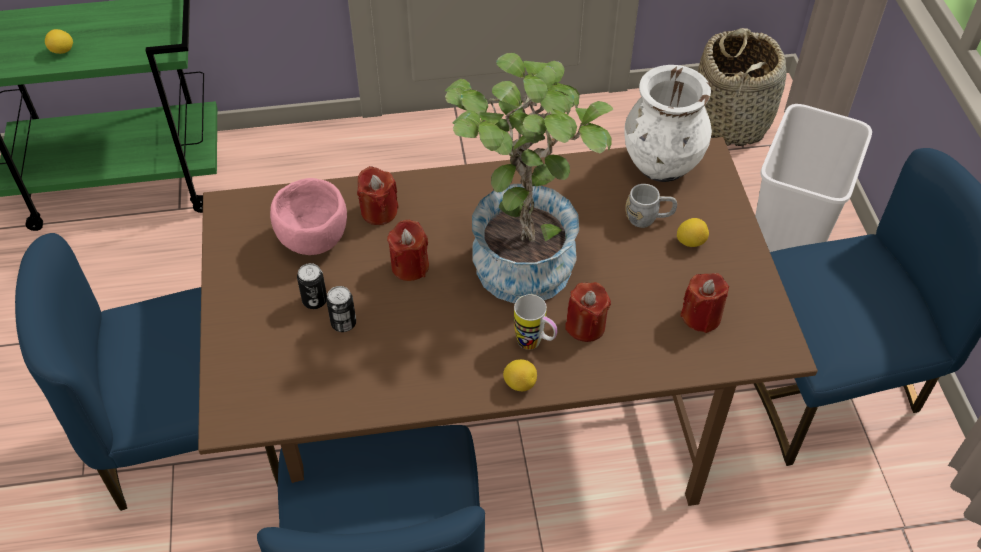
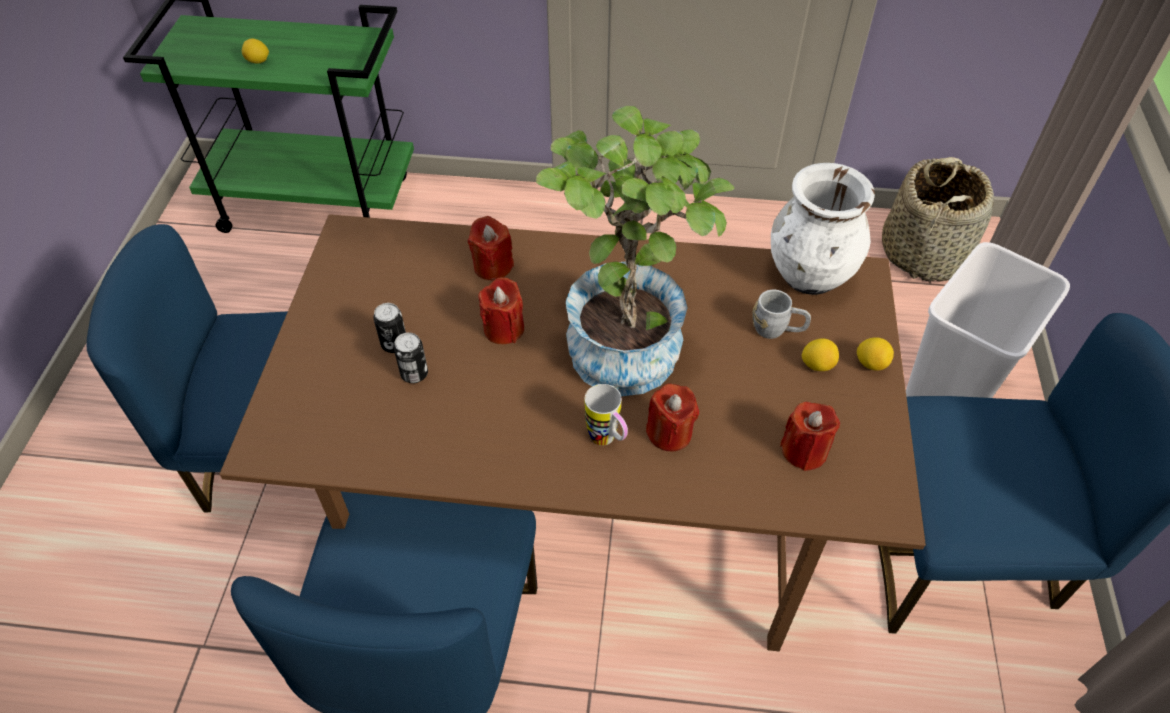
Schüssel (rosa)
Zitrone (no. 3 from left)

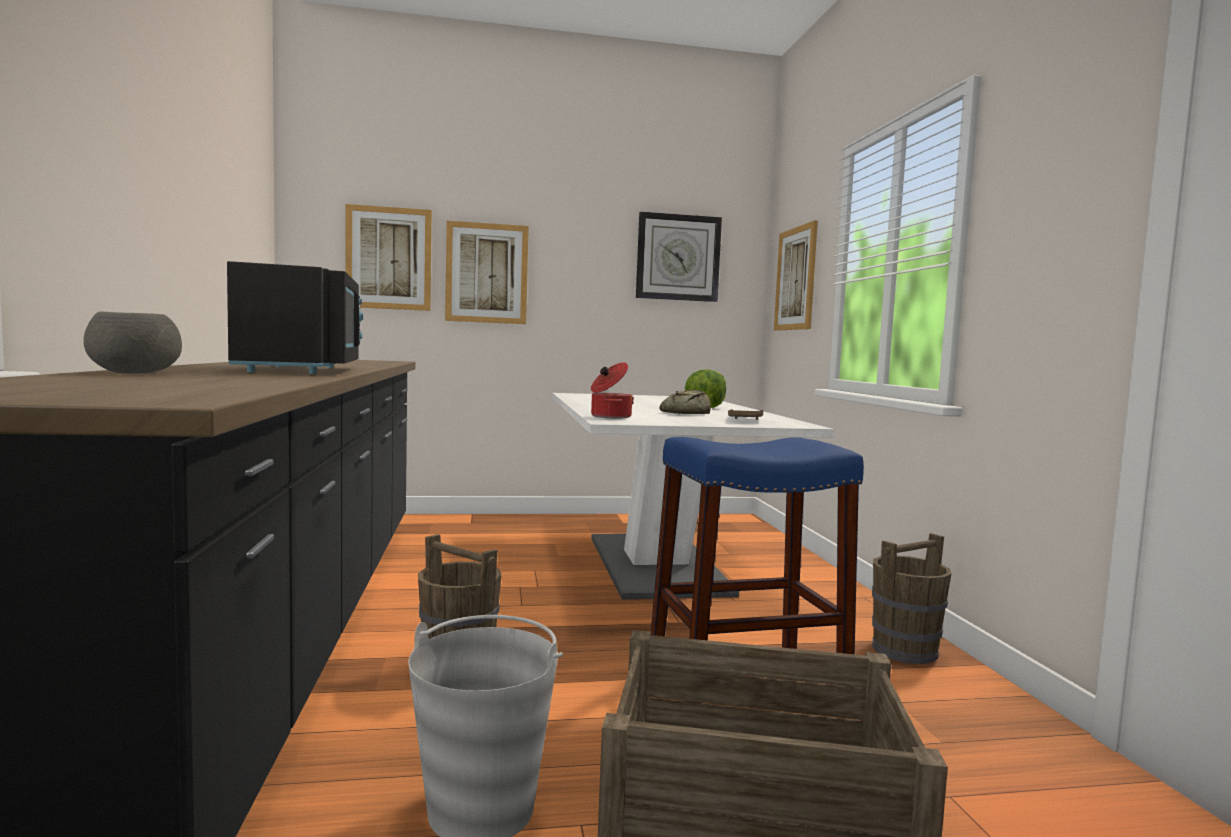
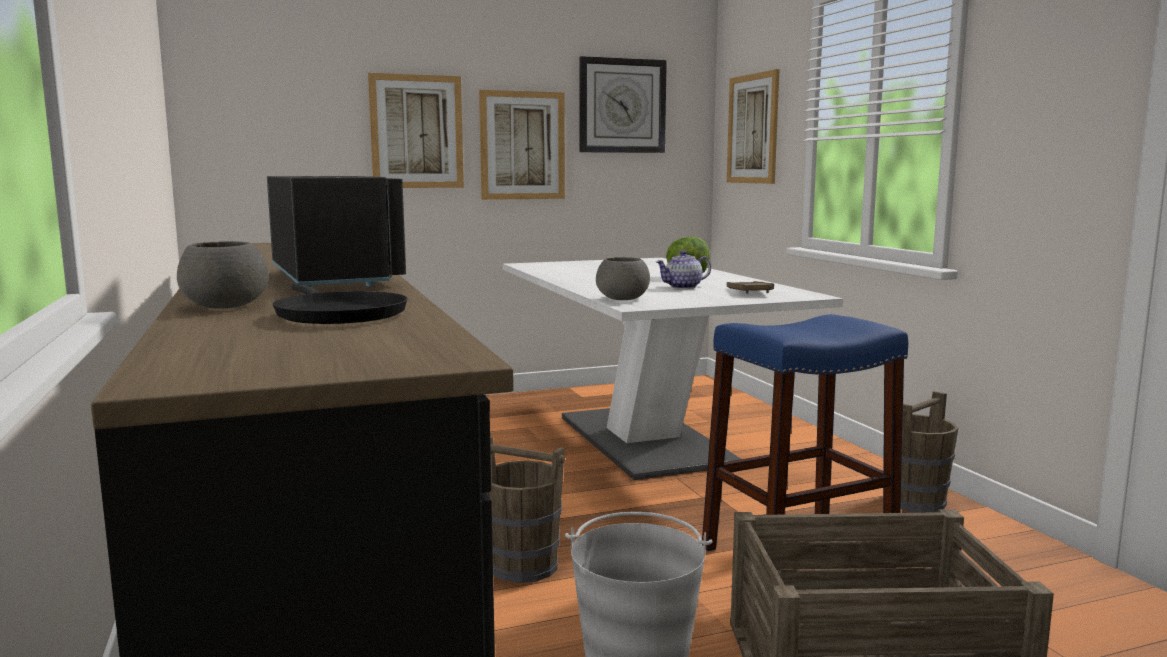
Bild (no. 2 from left)
Schüssel (grau) (no. 2 from left)
Teekanne
Pfanne (schwarz)

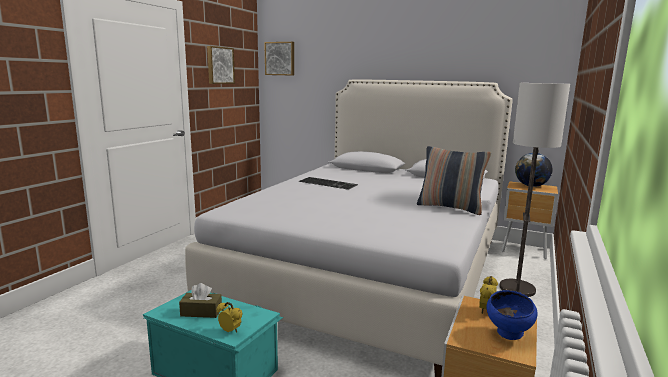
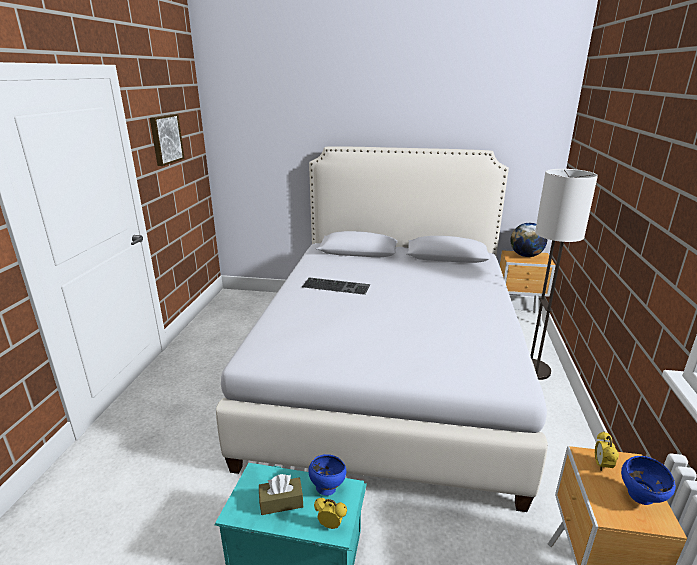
Bild (no. 2 from left in the first image)
Kissen
Schüssel (blau) (no. 1 from left)

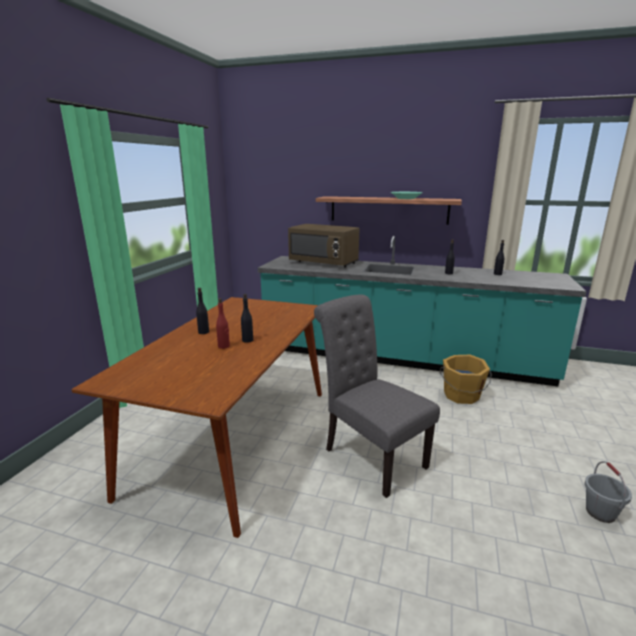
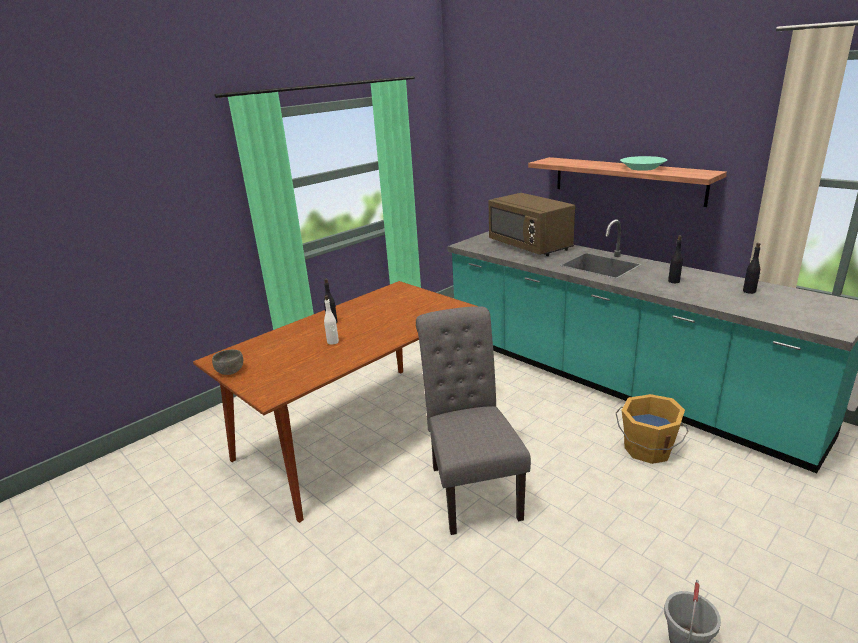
Flasche (weiß)
Flasche (schwarz) (no. 2 from left in the first image)
Schüssel (grau)

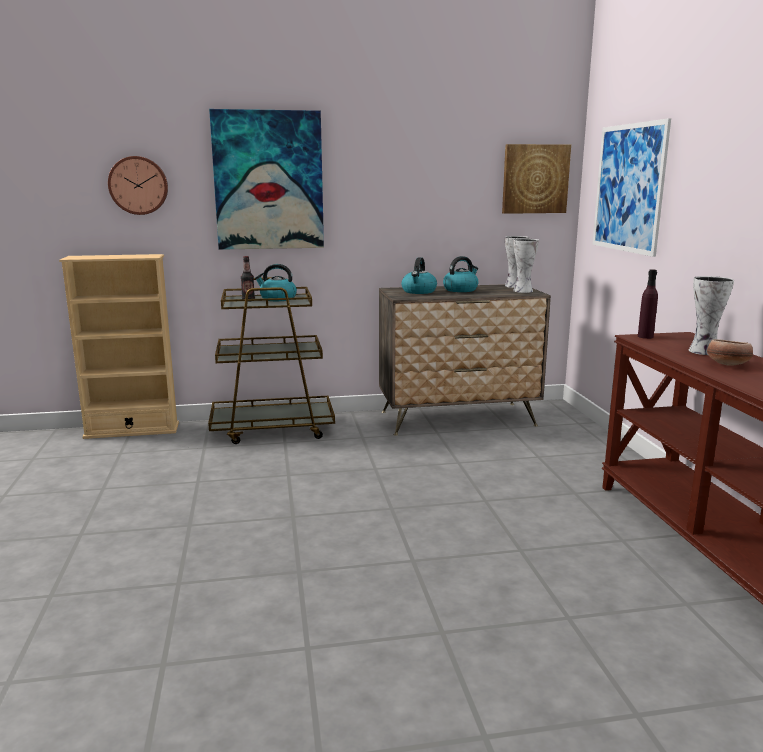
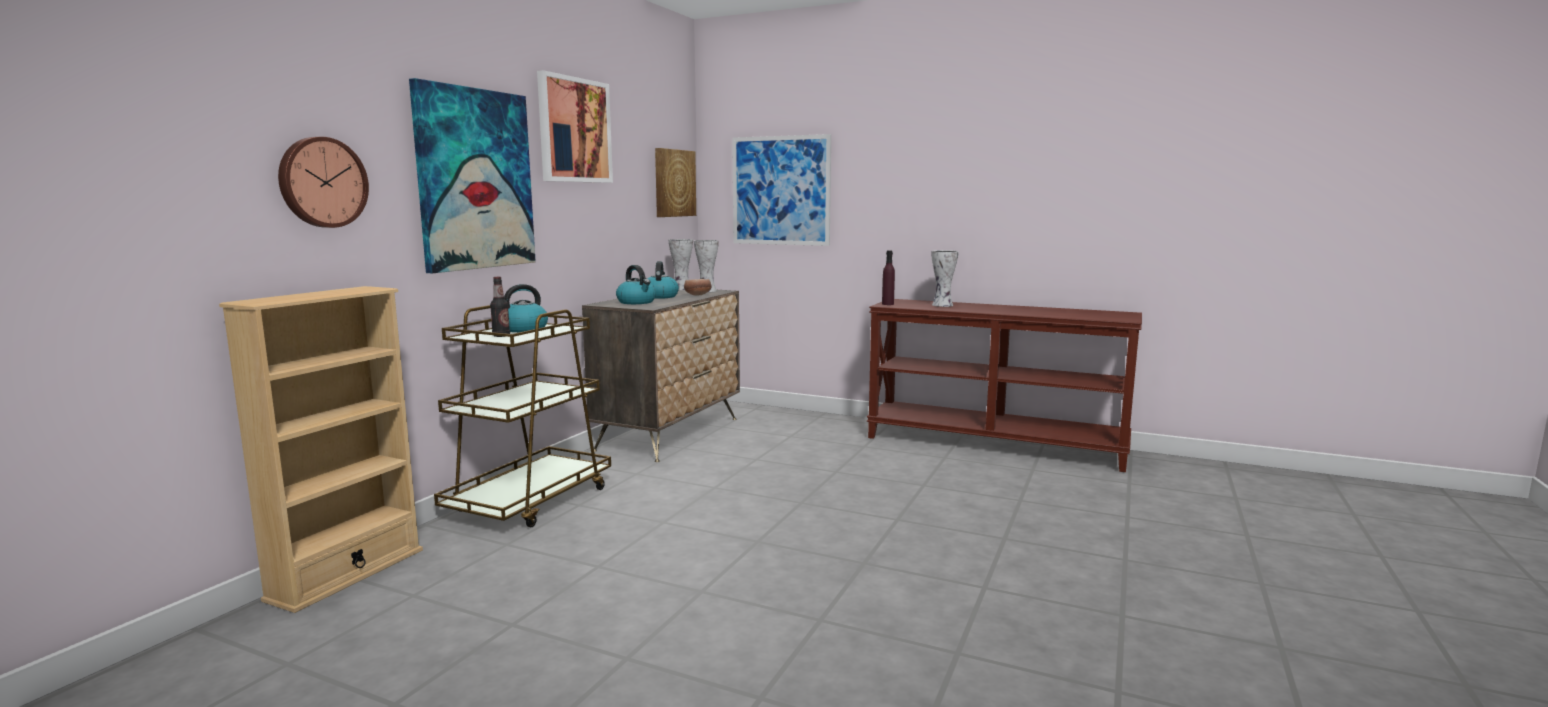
Schüssel
Bild (no. 2 from left)

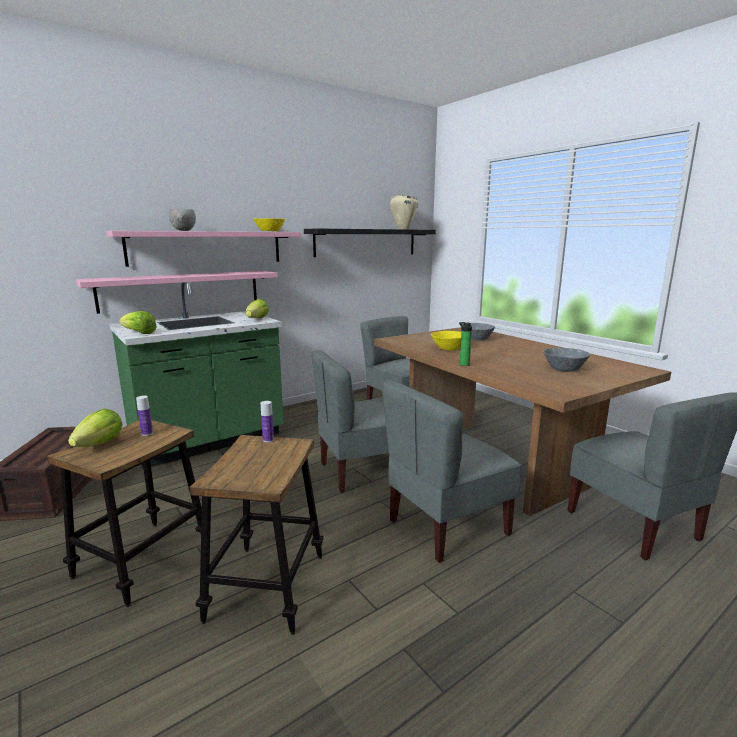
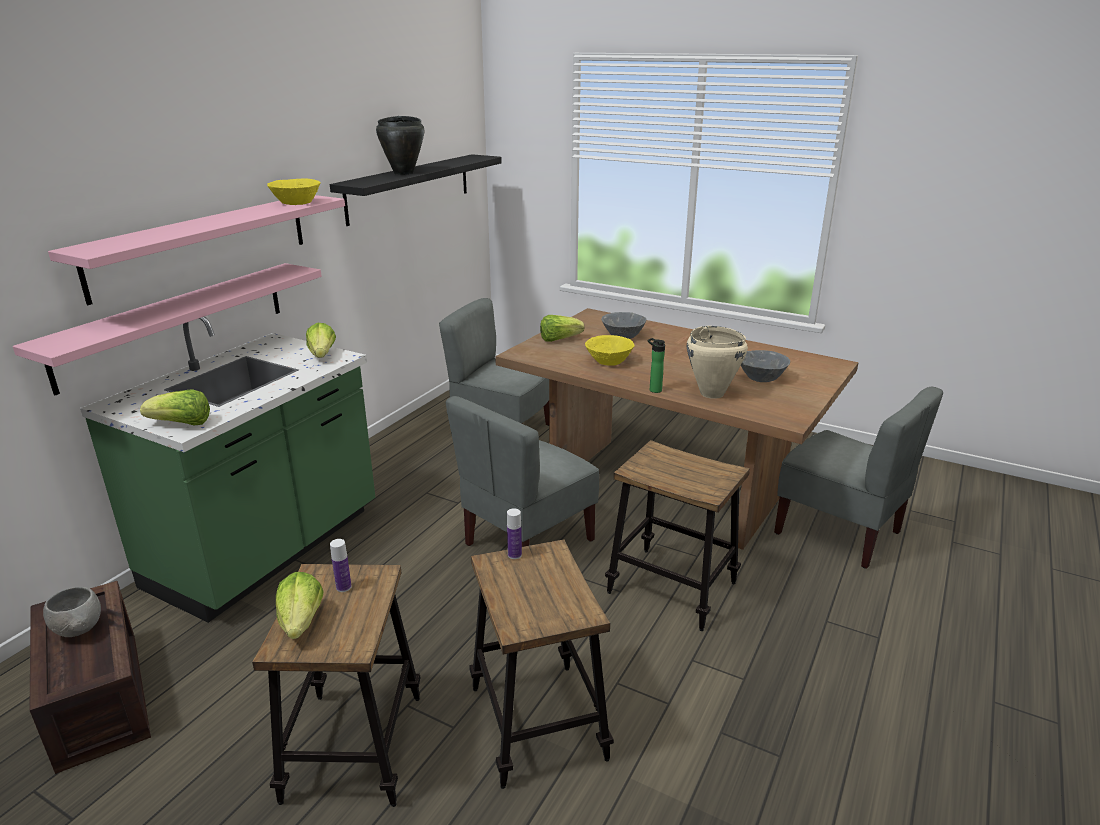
Schüssel (grau) (no. 1 from left)
Hocker (no. 3 from left)
Kochtopf (beige)
Kochtopf (schwarz)
Salatkopf (no. 4 from left)

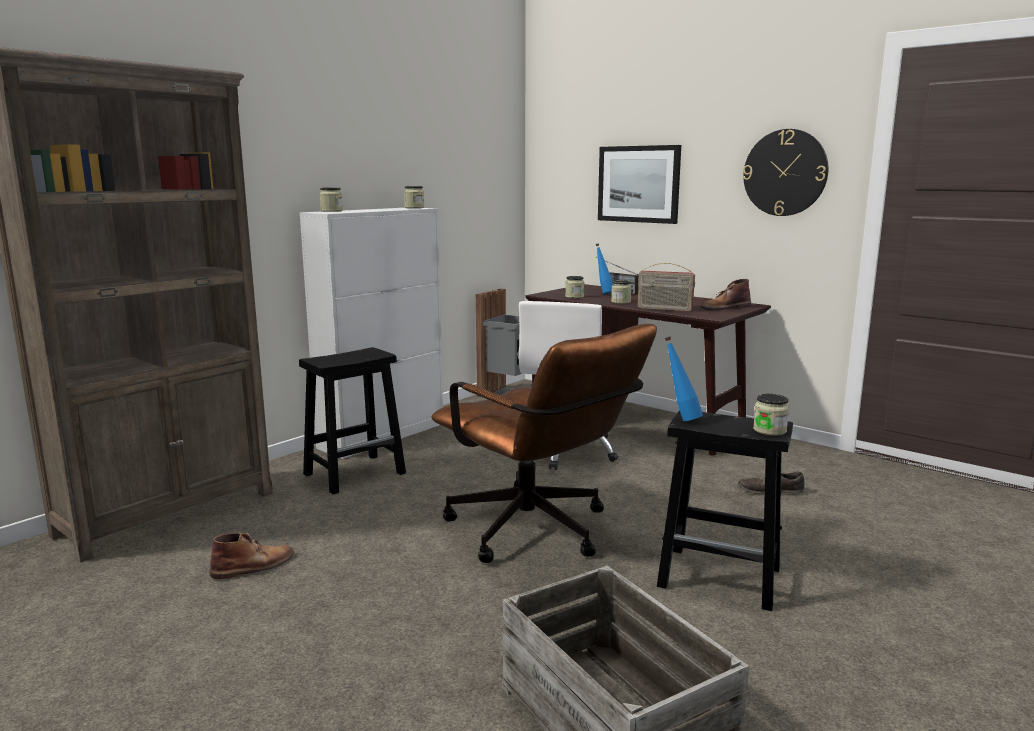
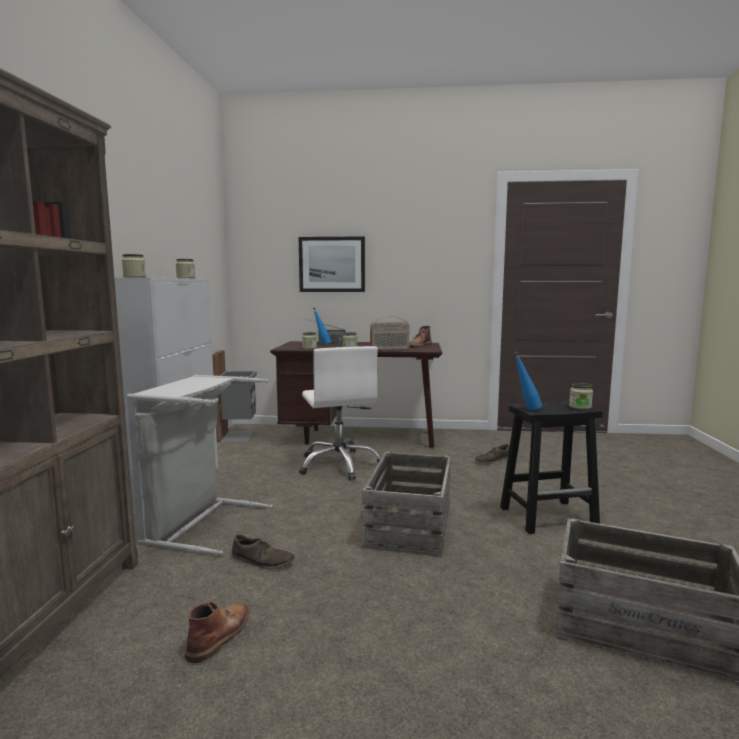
Wäschekorb (grau)
Kiste (no. 1 from left)
Wanduhr
Schuh (braun) (no. 1 from left)

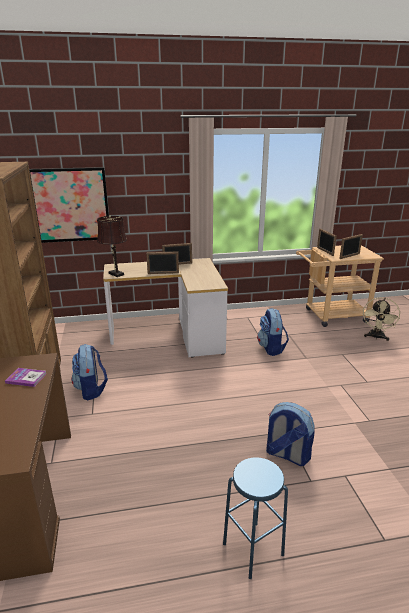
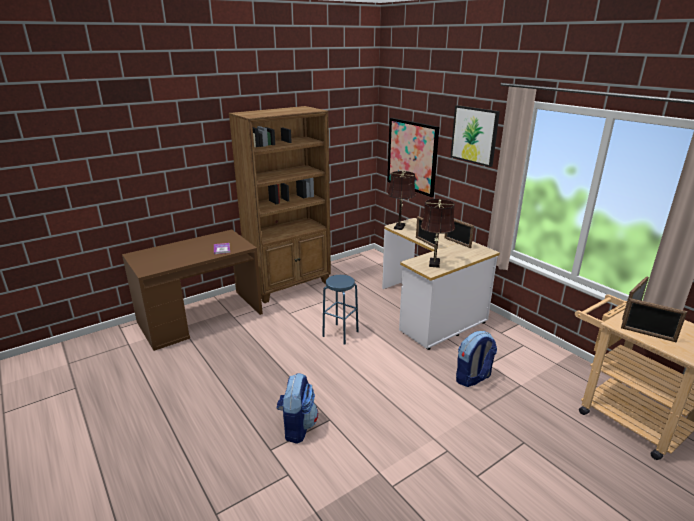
Rucksack (no. 1 from left in the first image)
Hocker (blau)
Ventilator (beige)
Tischlampe (braun) (no. 2 from left)
Bild (no. 2 from left)

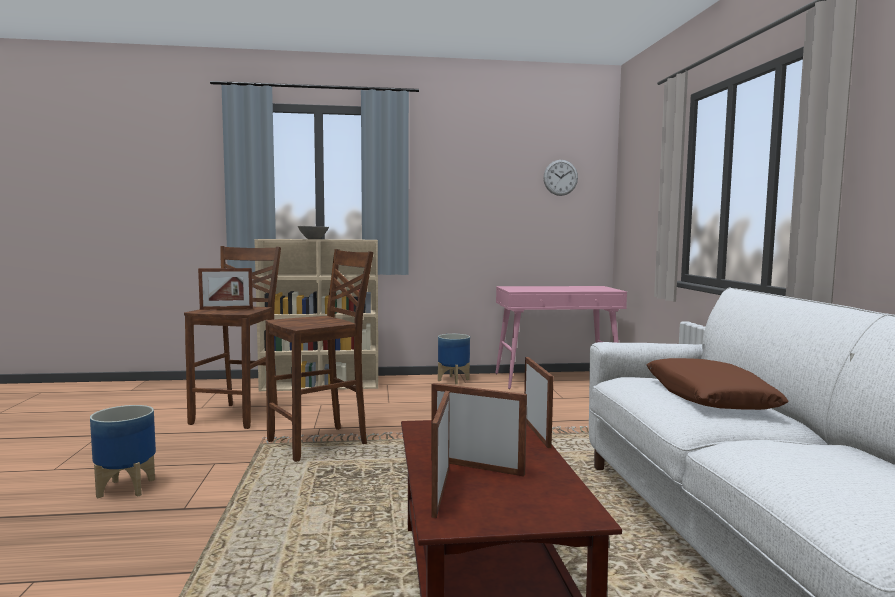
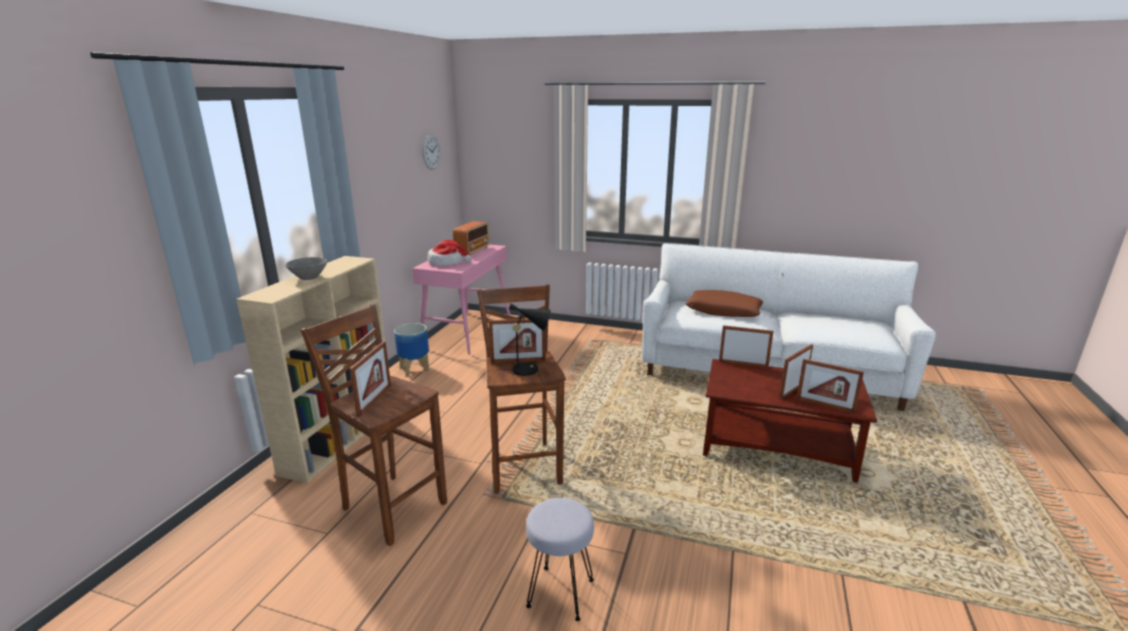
Hocker (grau)
Hut
Radio
Bilderrahmen (no. 2 from left)
Tischlampe (schwarz)

